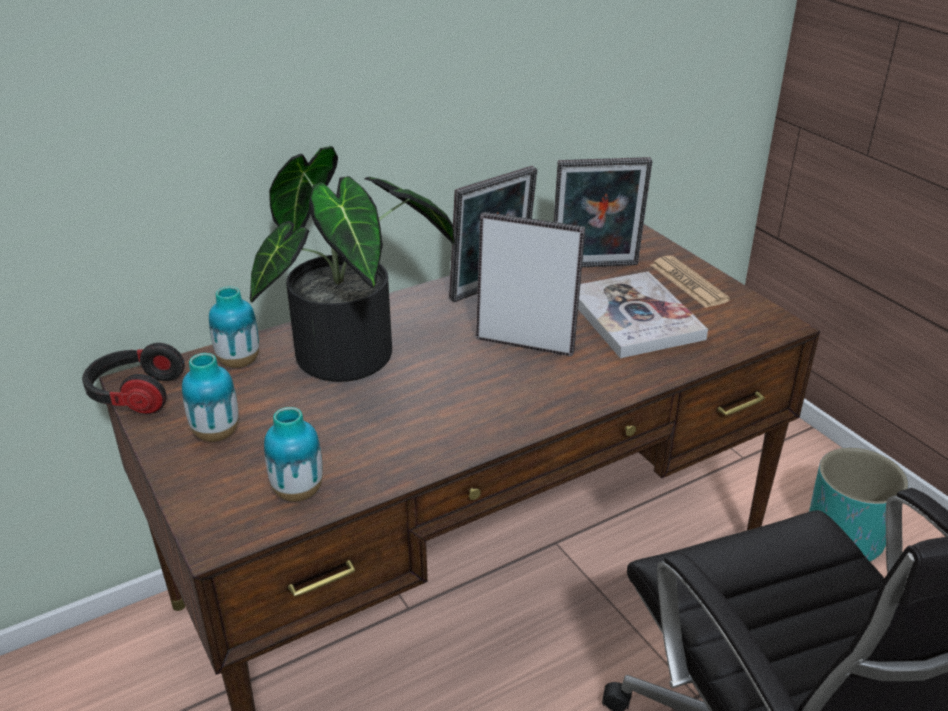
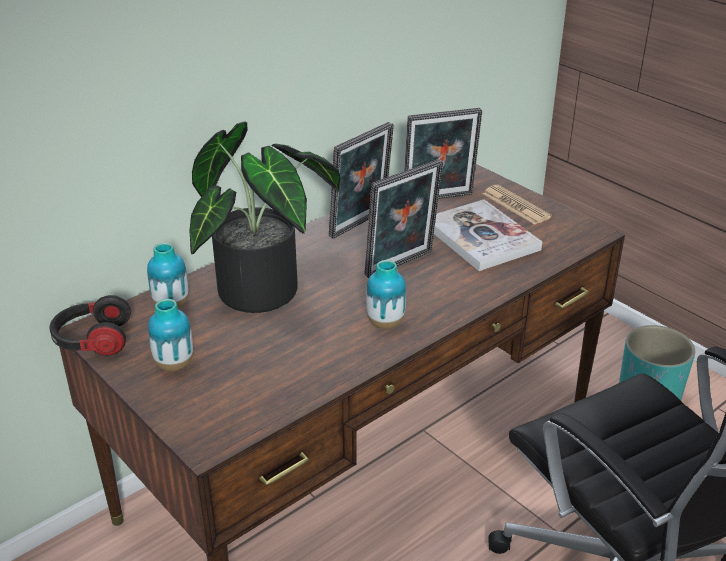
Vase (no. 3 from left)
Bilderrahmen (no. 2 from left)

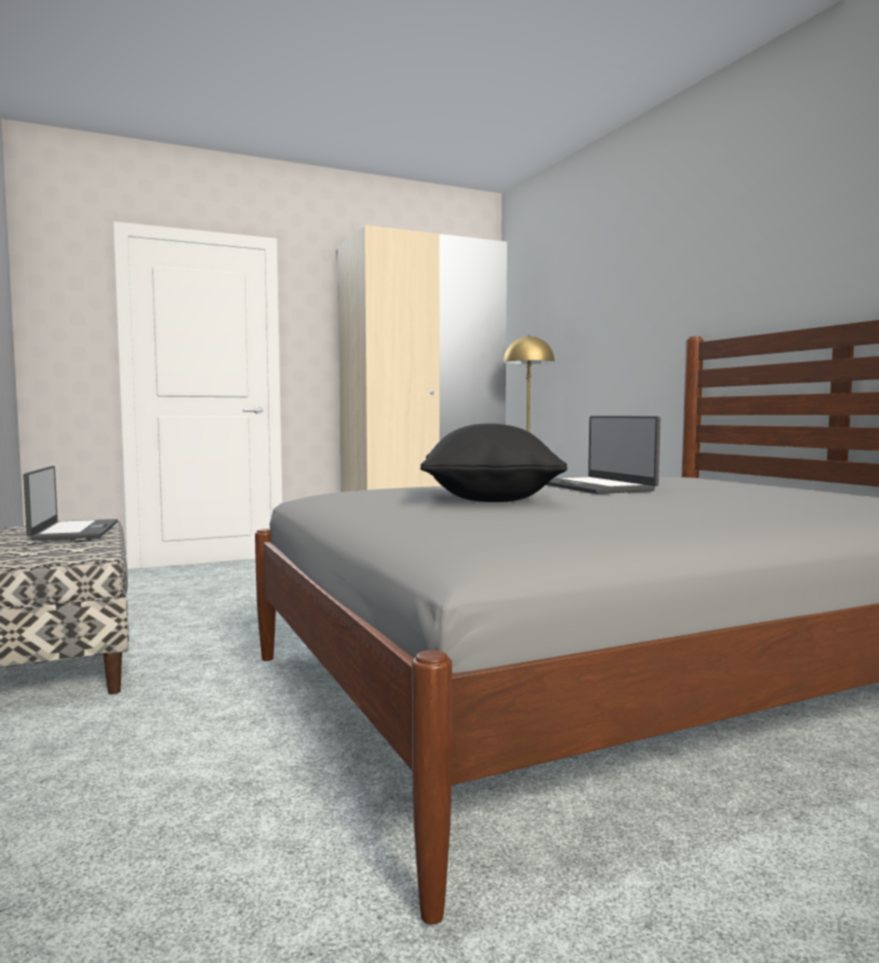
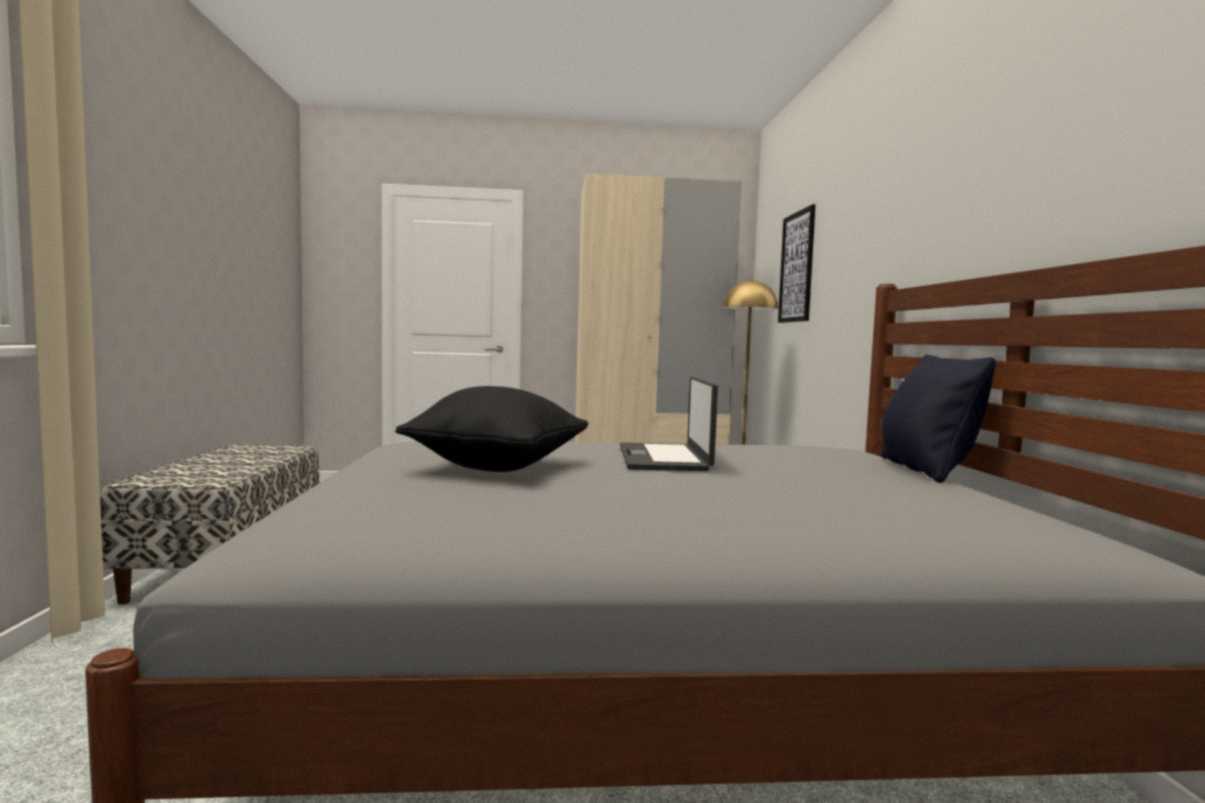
Laptop (no. 1 from left in the first image)
Bild
Kissen (schwarz) (no. 2 from left)

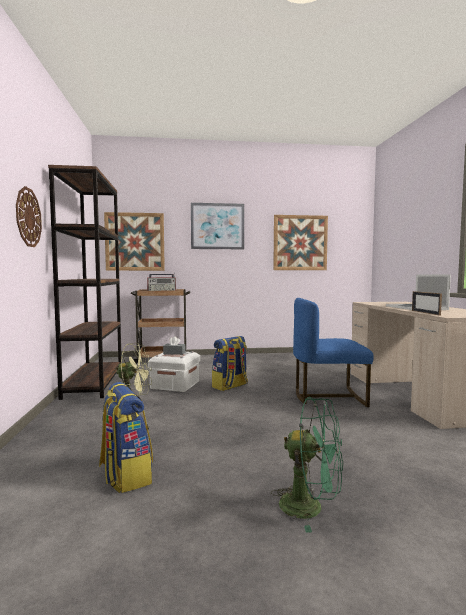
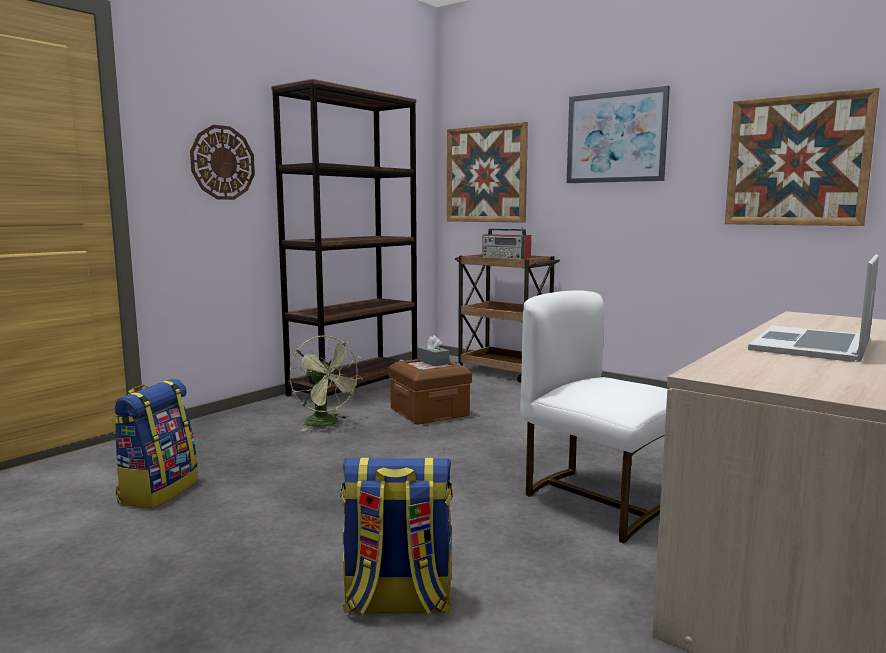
Aufbewahrungsbox (braun)
Rucksack (no. 2 from left)
Ventilator (grün) (no. 2 from left in the first image)
Stuhl (weiß)
Bilderrahmen

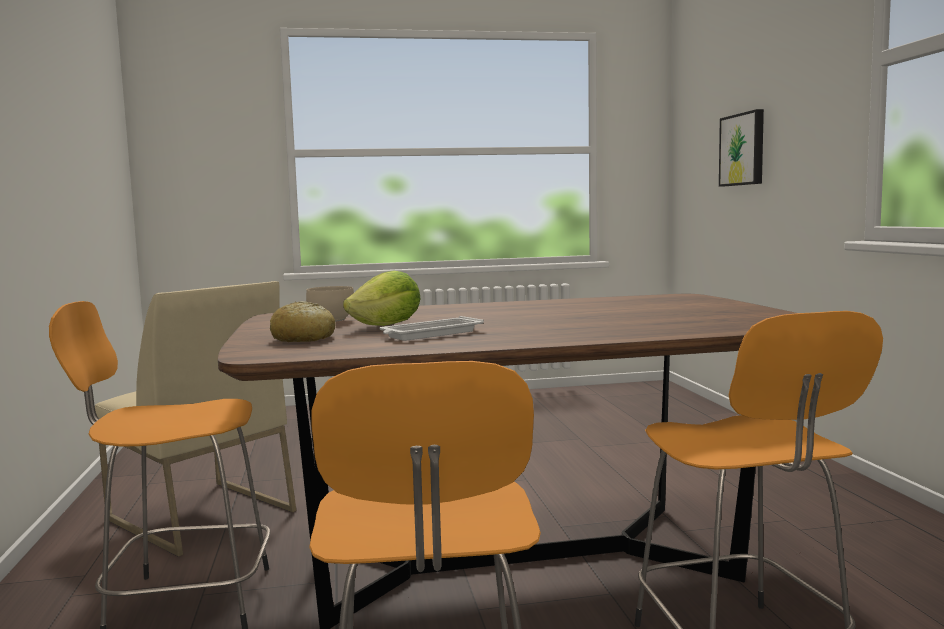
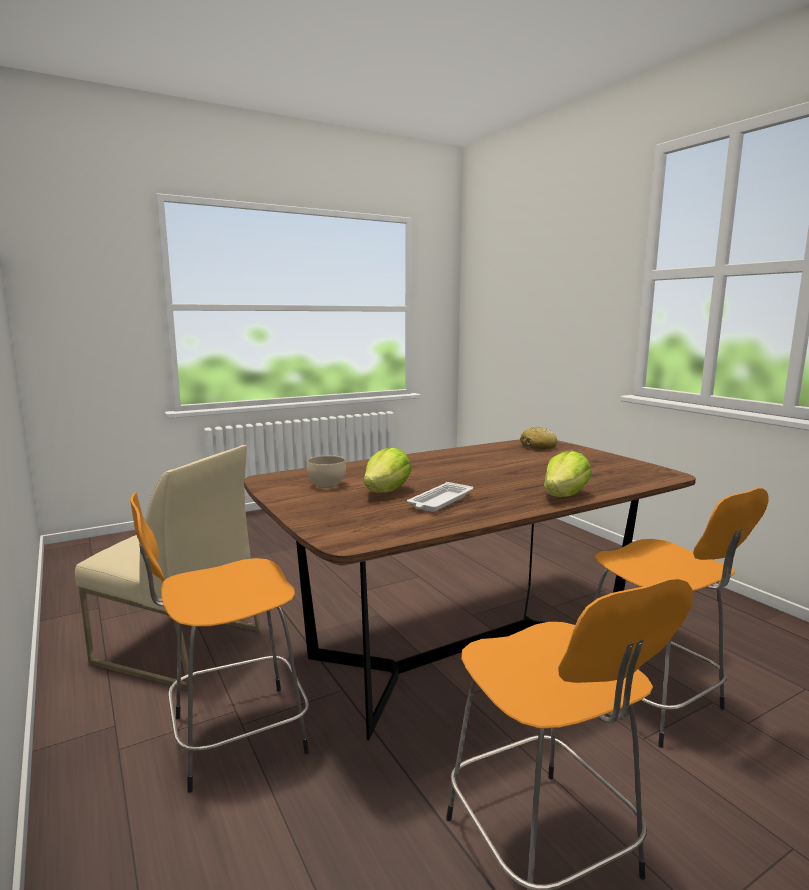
Brot
Bild
Salatkopf (no. 2 from left)

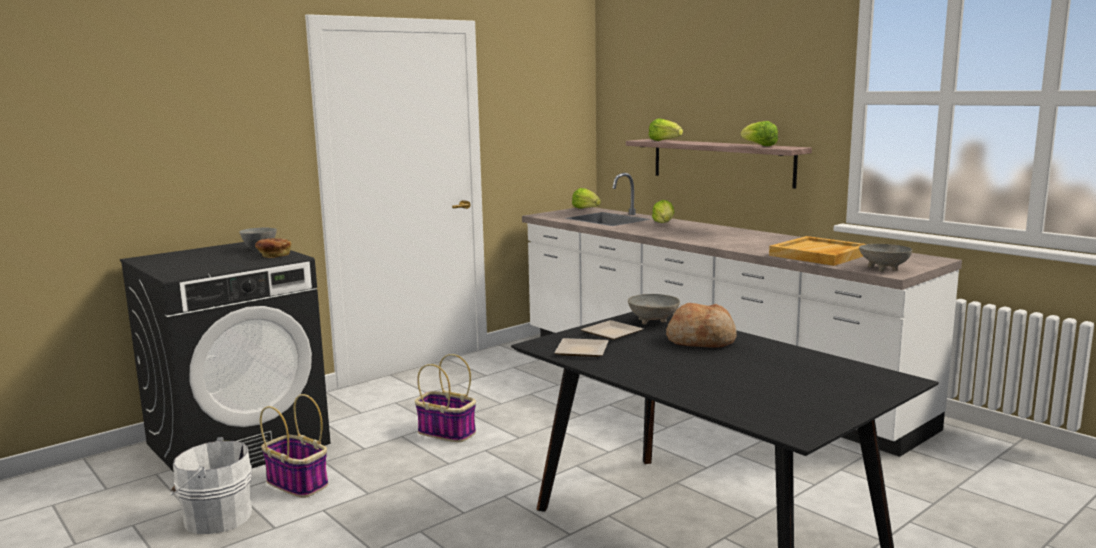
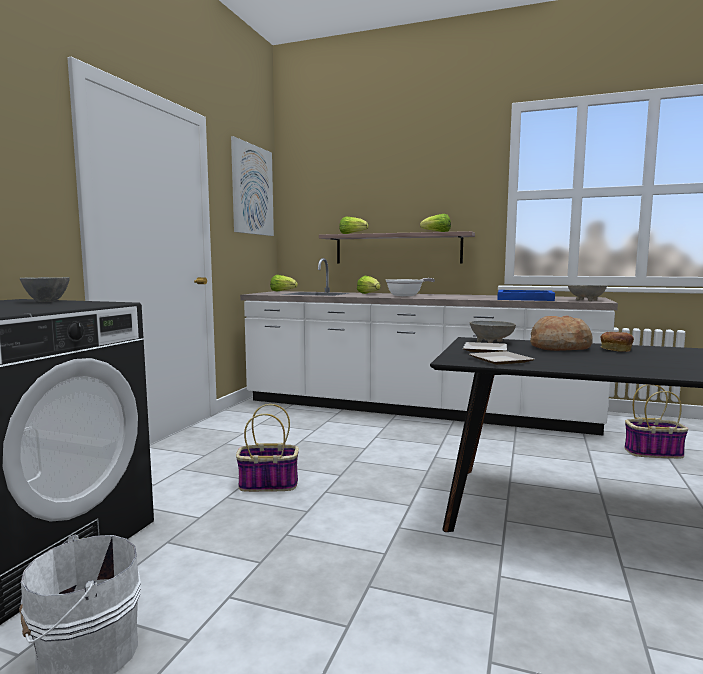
Brot (no. 2 from left)
Korb (no. 2 from left)
Tablett (blau)
Bild
Pfanne

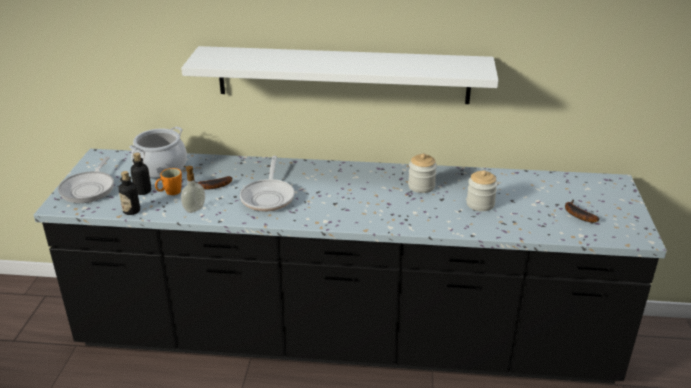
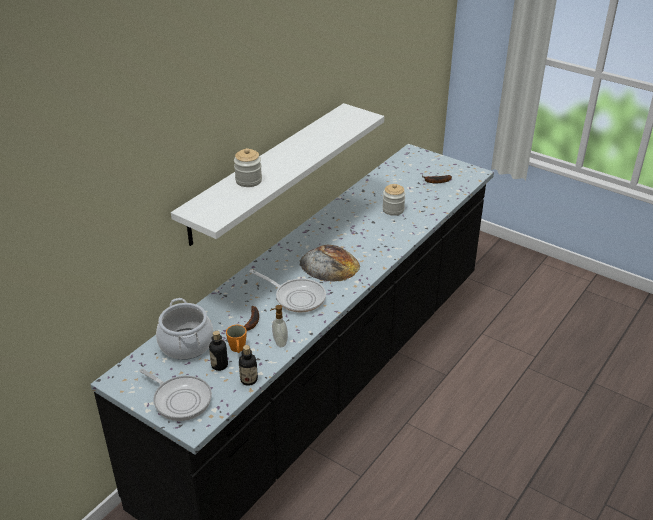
Vorratsglas (no. 1 from left)
Brot

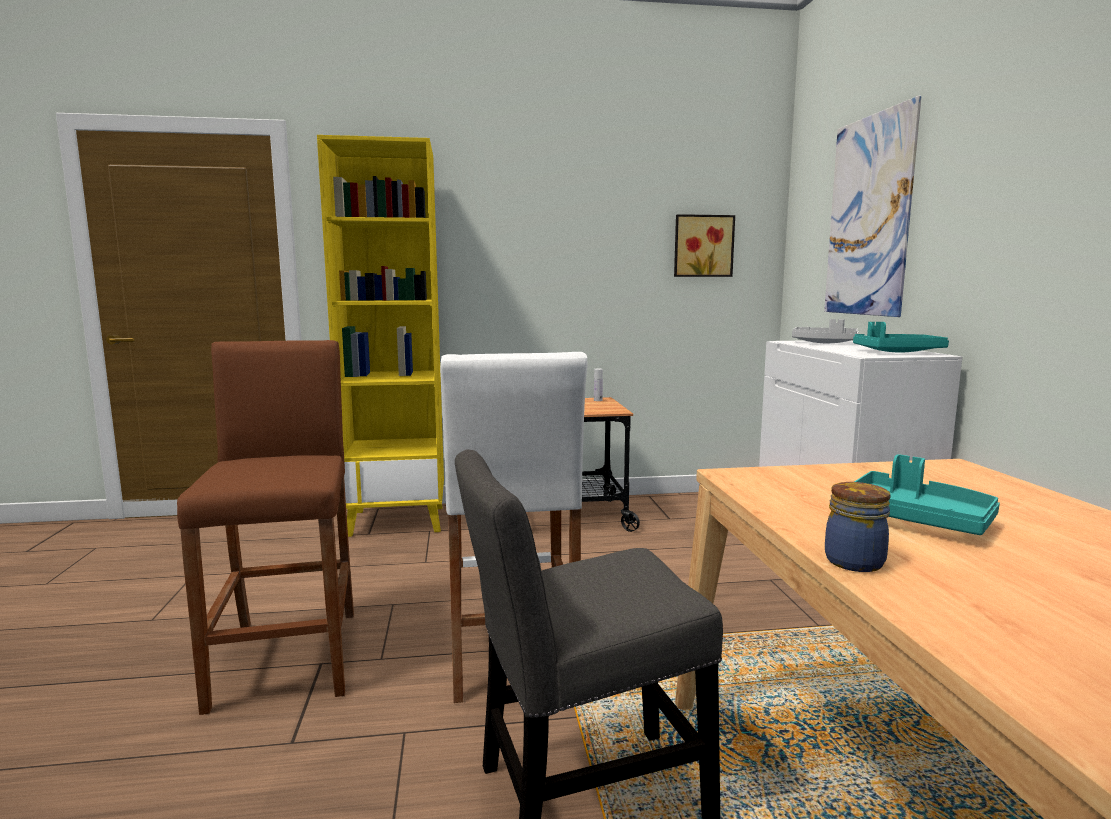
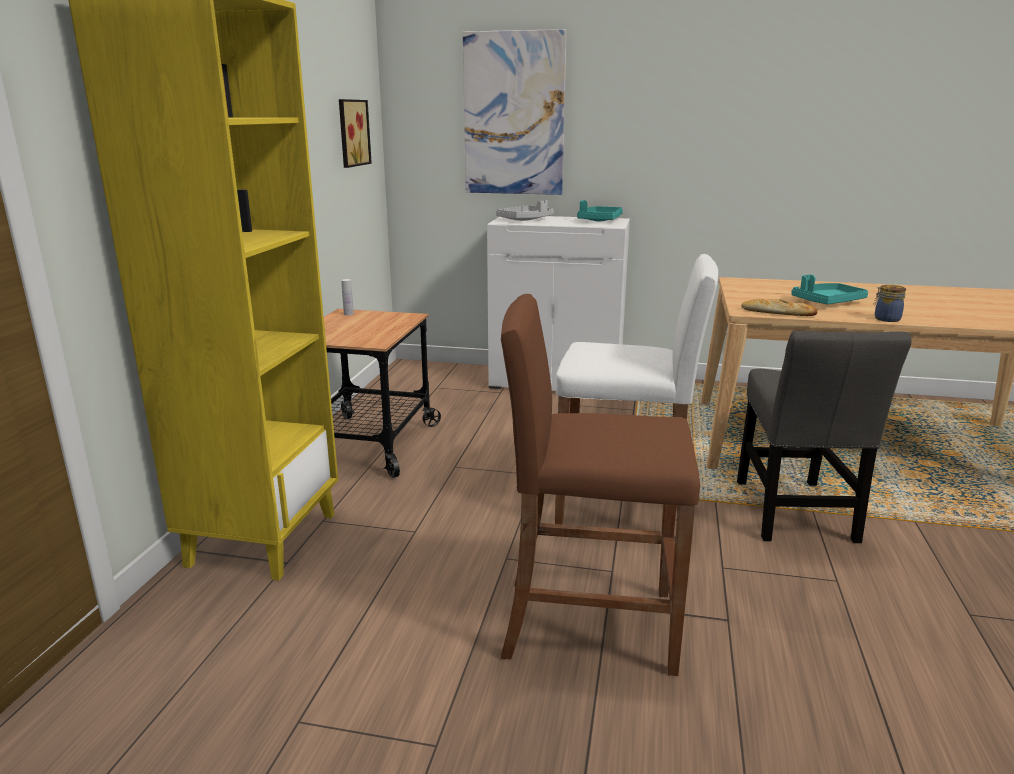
Brot

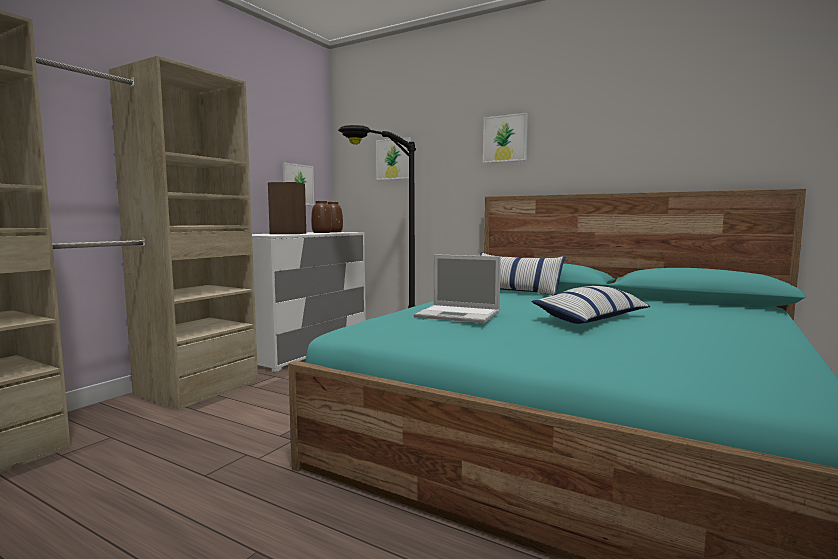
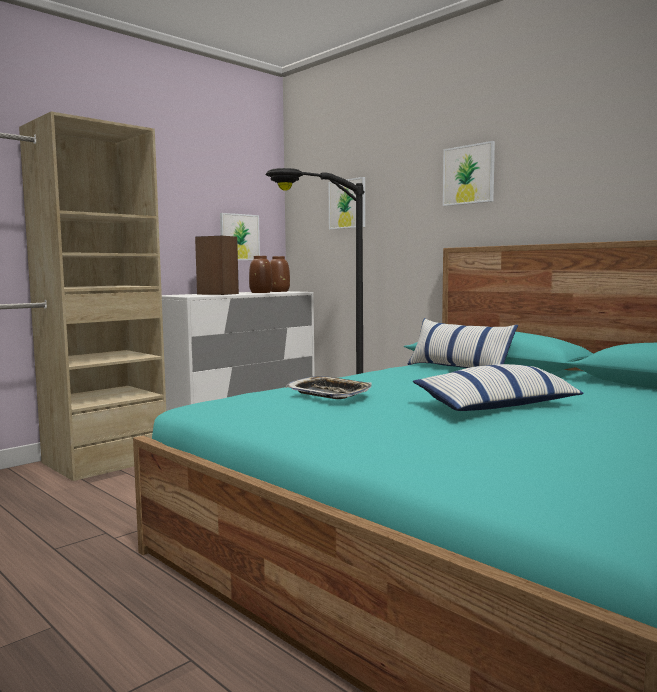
Tablett

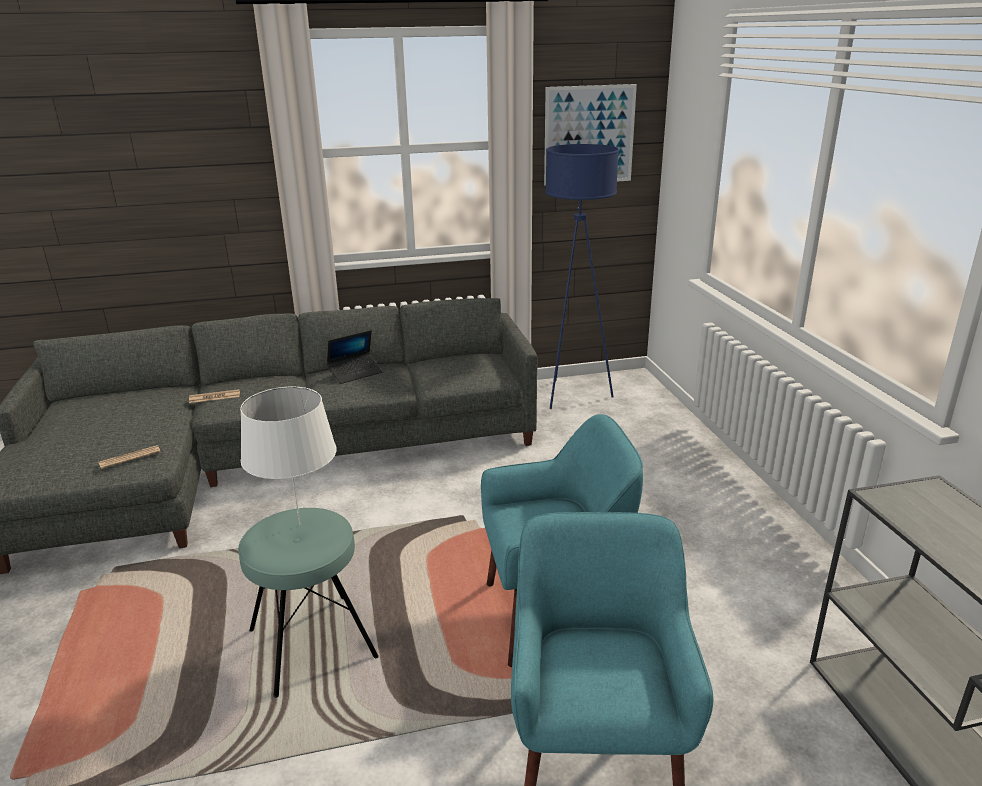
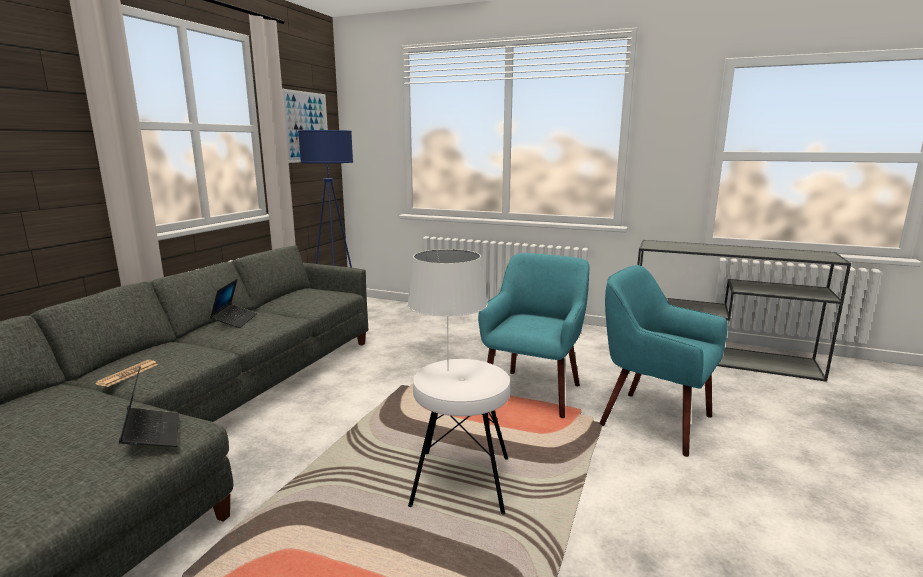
Laptop (no. 1 from left)
Hocker (weiß)

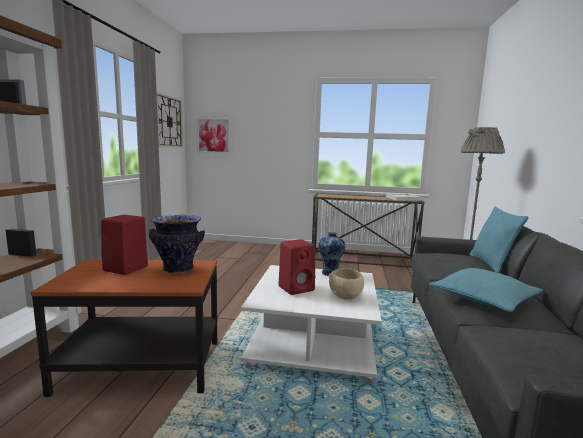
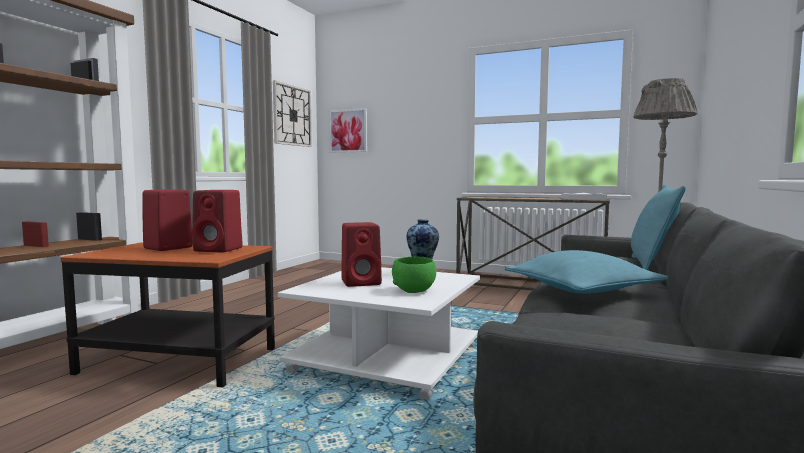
Lautsprecher (rot) (no. 2 from left)
Schüssel (grün)

